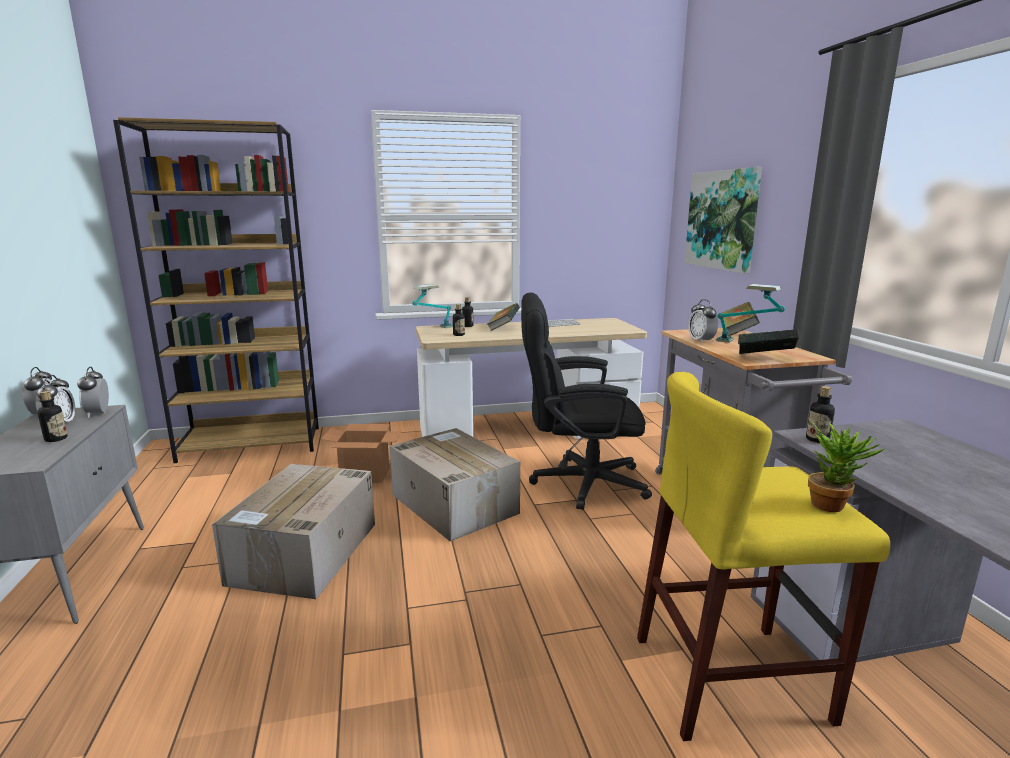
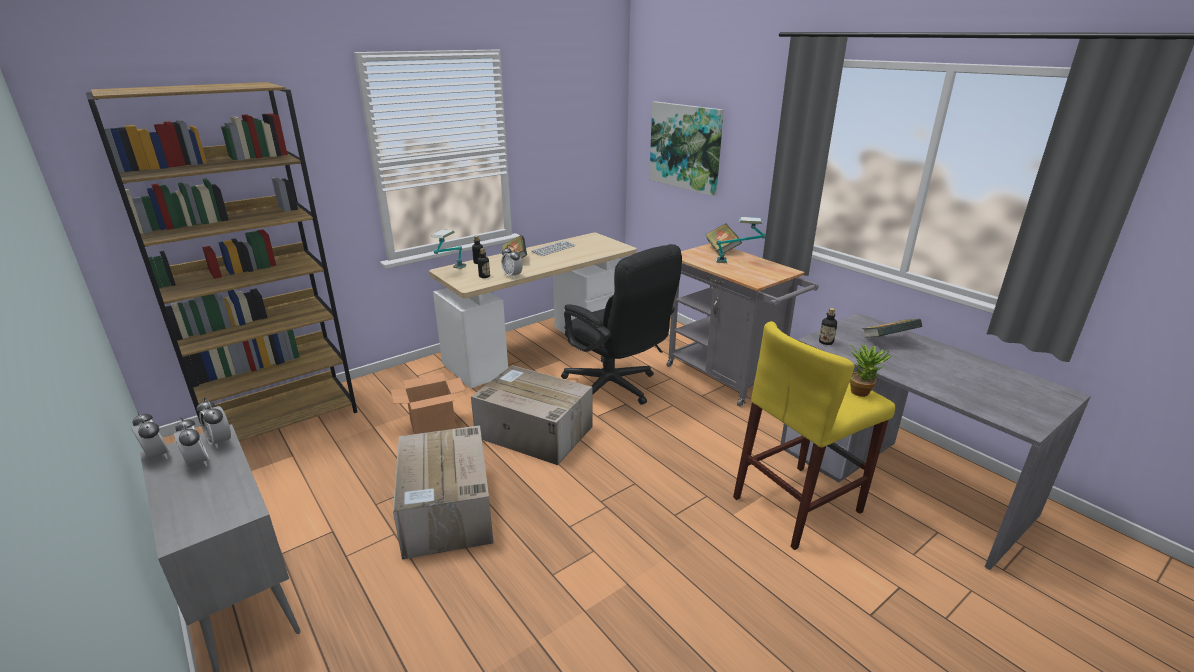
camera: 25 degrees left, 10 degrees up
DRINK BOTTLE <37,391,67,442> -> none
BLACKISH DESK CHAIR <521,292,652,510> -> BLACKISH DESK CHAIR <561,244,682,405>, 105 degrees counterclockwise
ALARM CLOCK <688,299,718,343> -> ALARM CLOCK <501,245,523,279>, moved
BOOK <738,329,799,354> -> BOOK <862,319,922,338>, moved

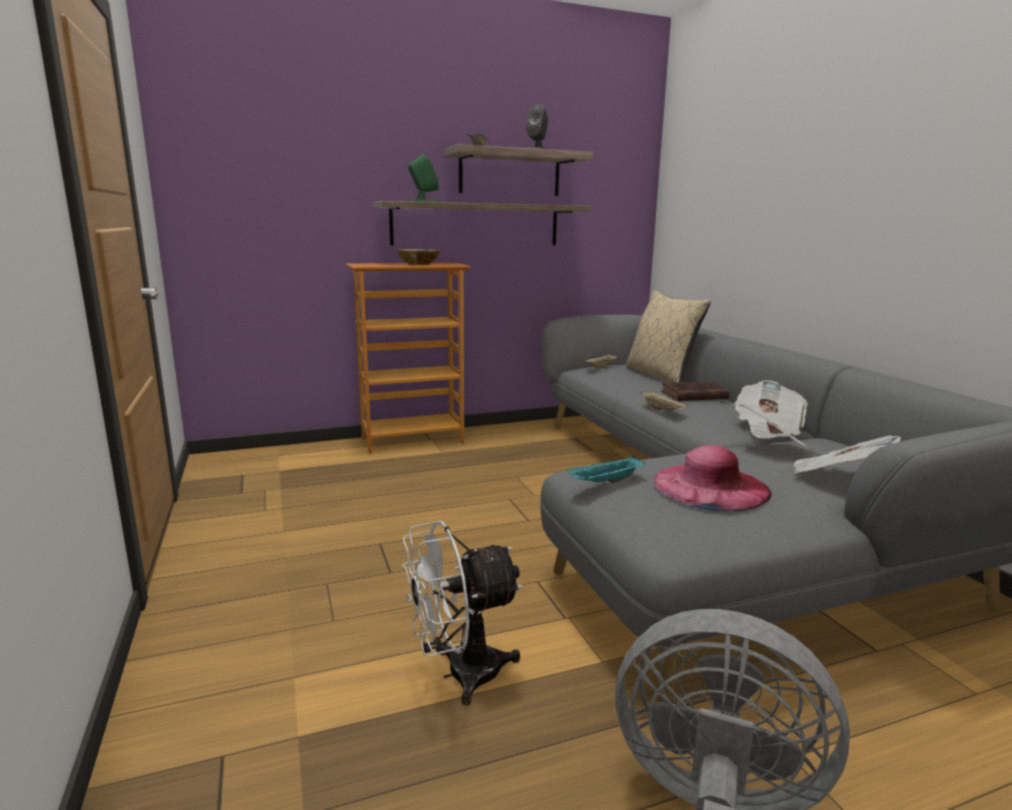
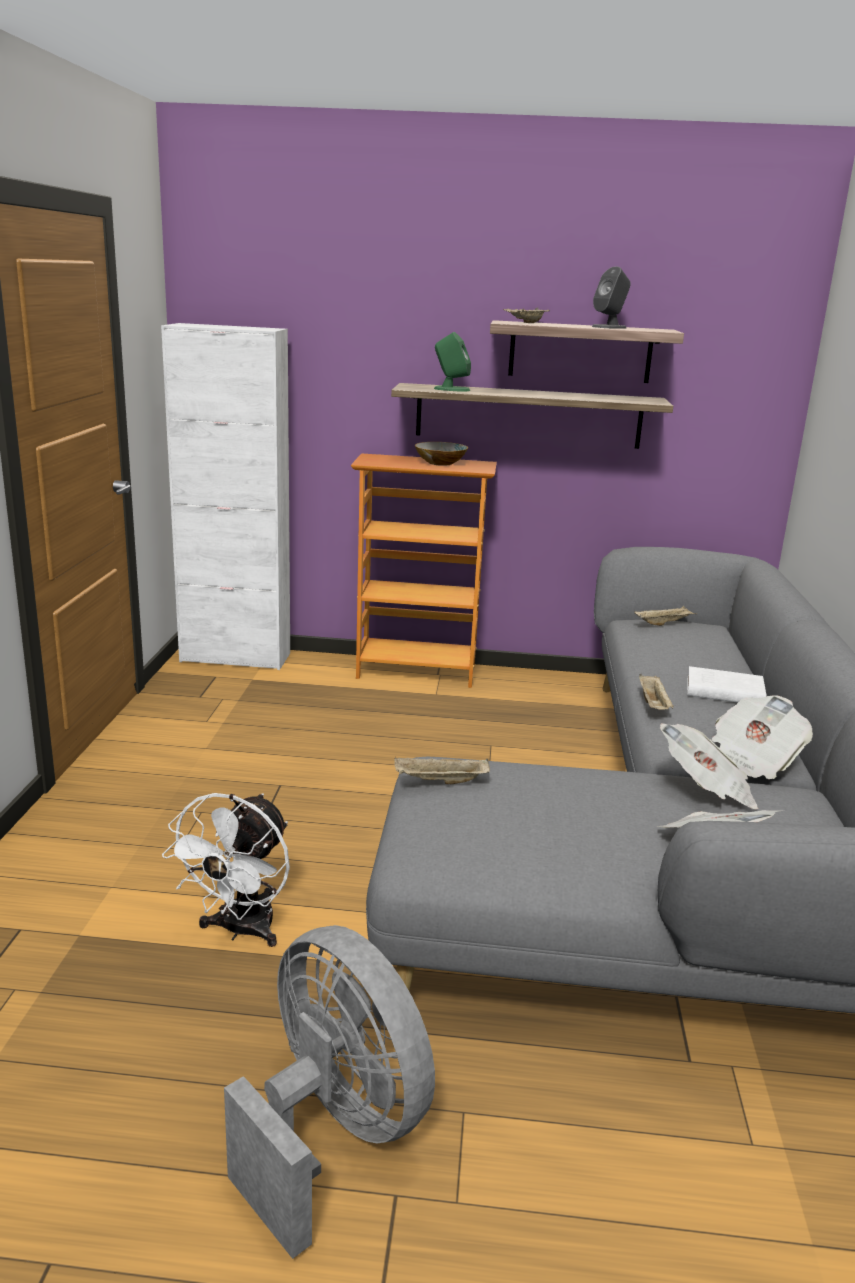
camera: 25 degrees right, 5 degrees up
WHITE COOLING FAN <402,521,523,705> -> WHITE COOLING FAN <162,793,290,947>, 75 degrees counterclockwise
TURQUOISE-COLOURED CARRYING TRAY <566,455,645,483> -> BEIGE CARRYING TRAY <394,757,490,784>
BEIGE CUSHION <626,290,711,383> -> none
PINK-COLOURED HAT <653,445,772,511> -> none
BROWN-COLOURED BOOK <661,381,729,401> -> WHITE BOOK <687,666,767,703>
none -> WHITE CUPBOARD <161,323,290,670>

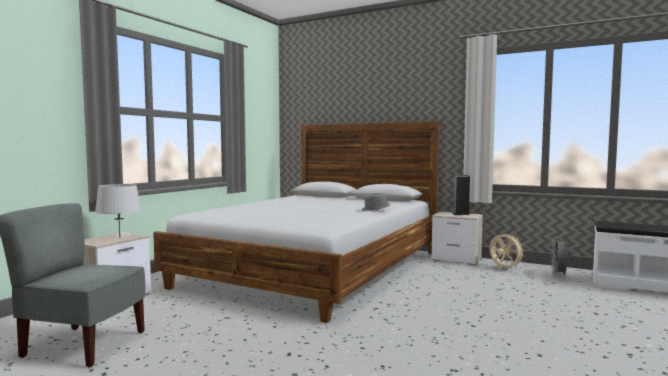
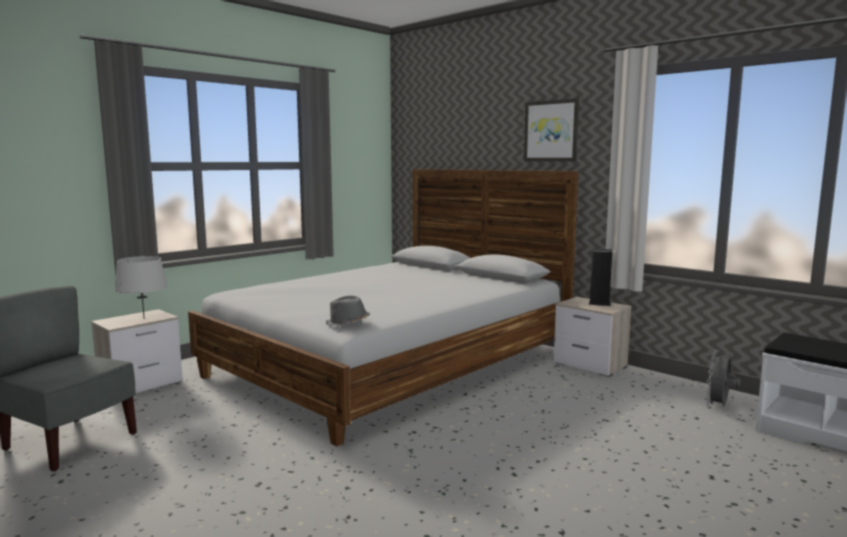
camera: 15 degrees right, 5 degrees up
GREYISH HAT <361,193,390,211> -> GREYISH HAT <326,296,370,326>, moved
BEIGE COOLING FAN <490,231,526,269> -> none
none -> PICTURE <524,98,579,161>

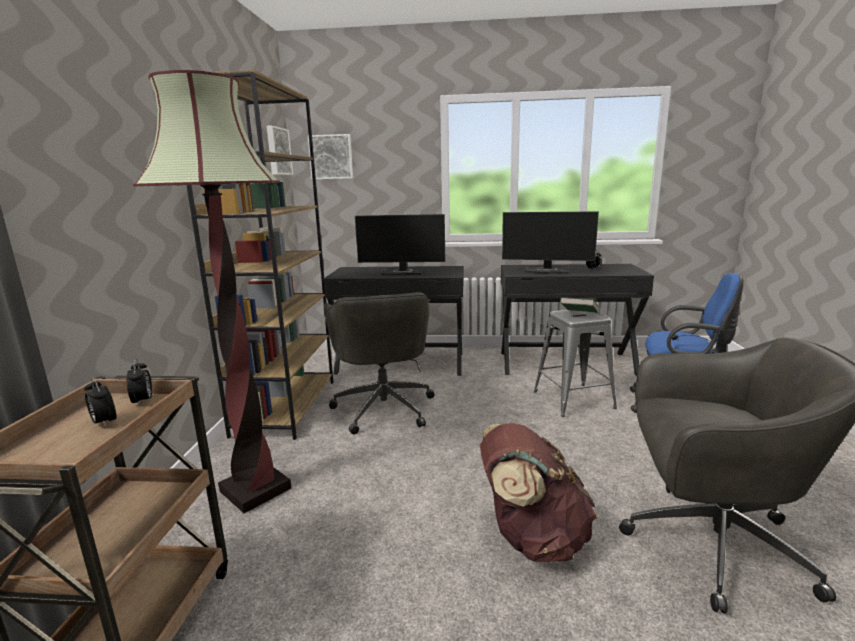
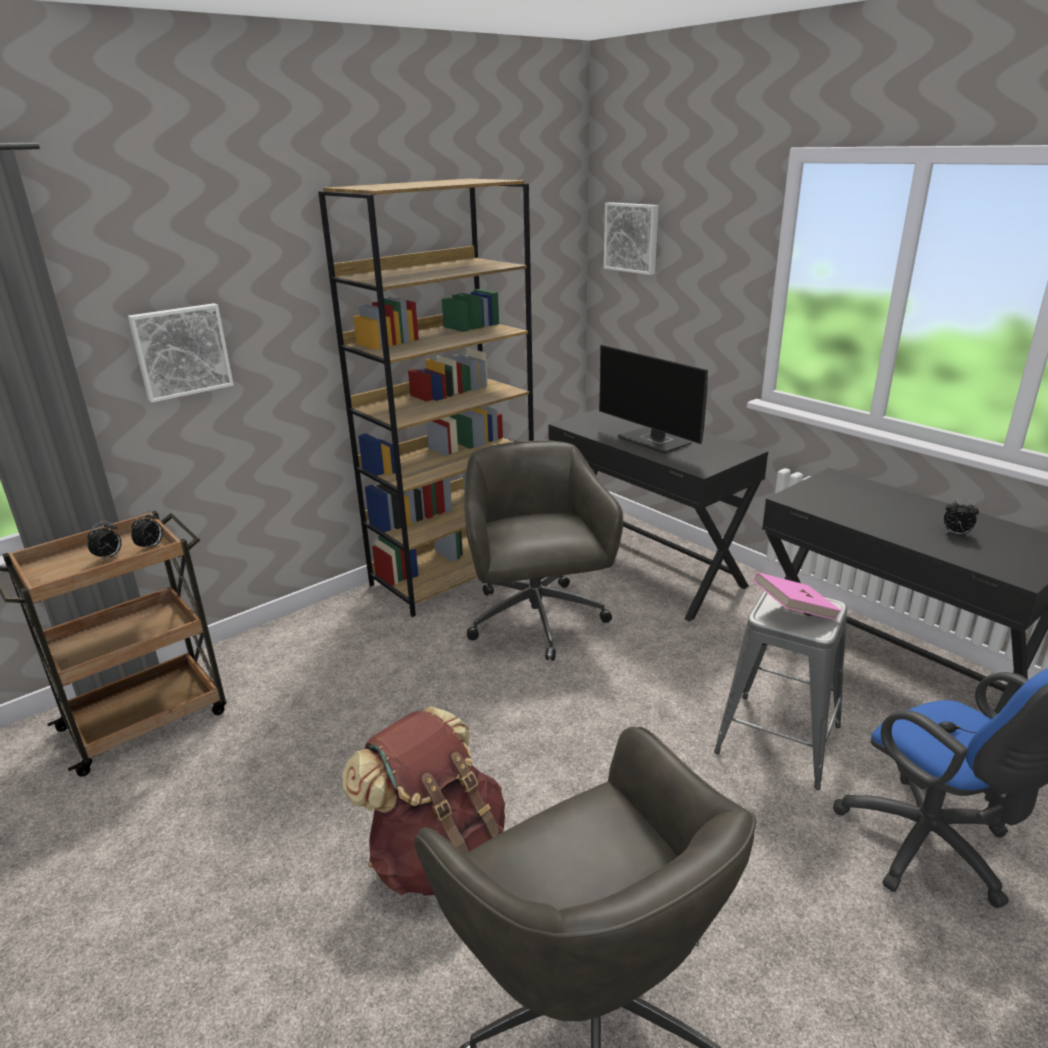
camera: 45 degrees right, 10 degrees up
ALARM CLOCK <84,377,116,427> -> ALARM CLOCK <87,521,122,562>, 150 degrees counterclockwise
FLOOR LAMP <133,70,291,513> -> none
PICTURE <267,125,293,175> -> PICTURE <128,303,234,402>, moved
GREYISH DESK CHAIR <323,292,435,434> -> GREYISH DESK CHAIR <464,440,623,661>, 135 degrees clockwise
MONITOR <502,211,599,274> -> none
GREENISH BOOK <560,297,598,313> -> PINK-COLOURED BOOK <754,572,842,620>

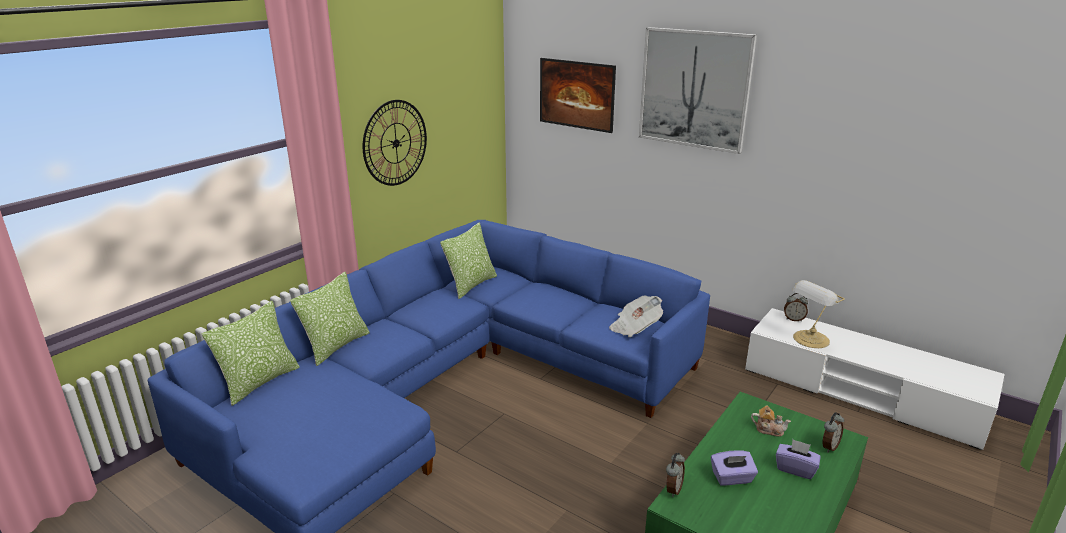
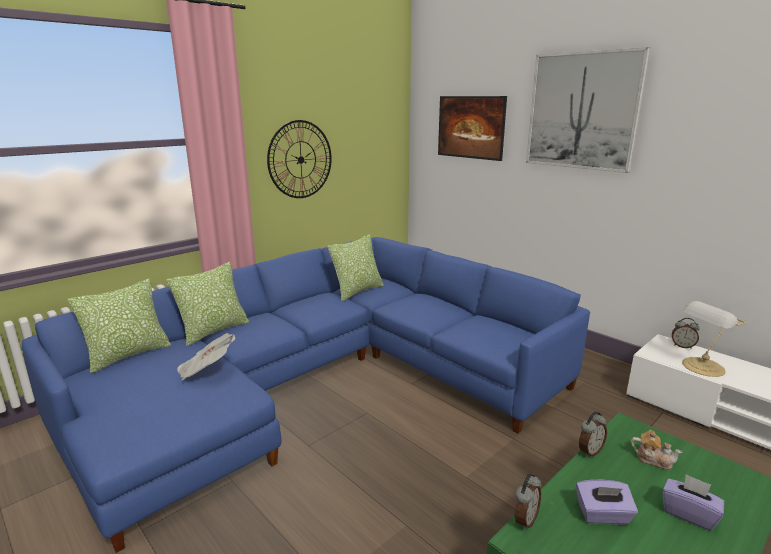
camera: 10 degrees right, 5 degrees down
NEWSPAPER <609,295,663,337> -> NEWSPAPER <177,333,235,380>, moved
ALARM CLOCK <823,412,844,452> -> ALARM CLOCK <579,411,607,457>, moved

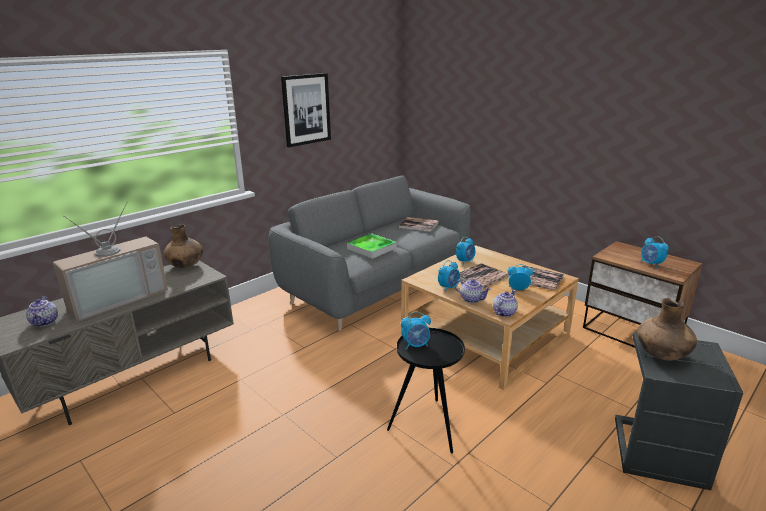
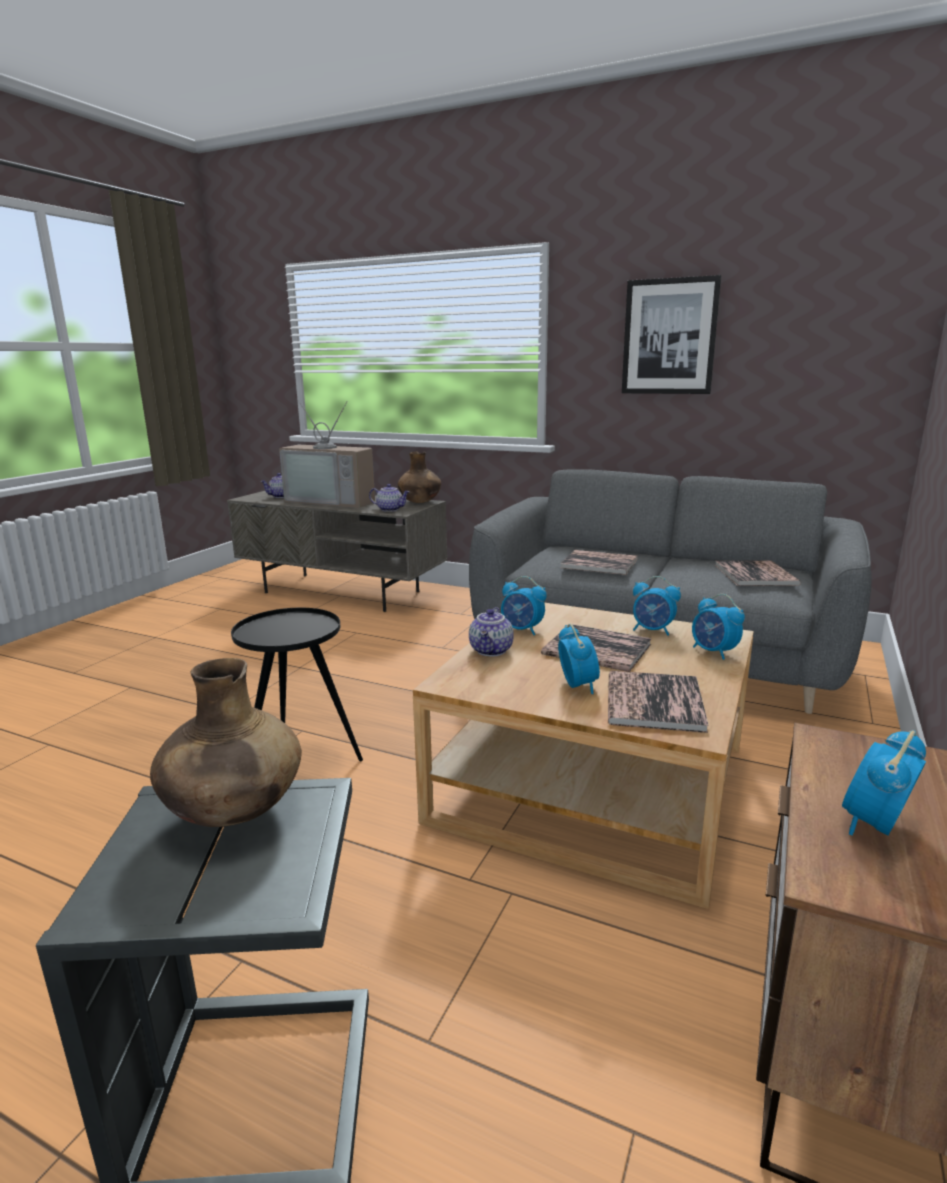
camera: 70 degrees right, 5 degrees down
CARRYING TRAY <347,233,397,259> -> BOOK <560,550,638,575>
ALARM CLOCK <401,311,431,350> -> ALARM CLOCK <692,594,745,660>, moved
TEAPOT <493,290,518,317> -> TEAPOT <369,484,409,512>, moved

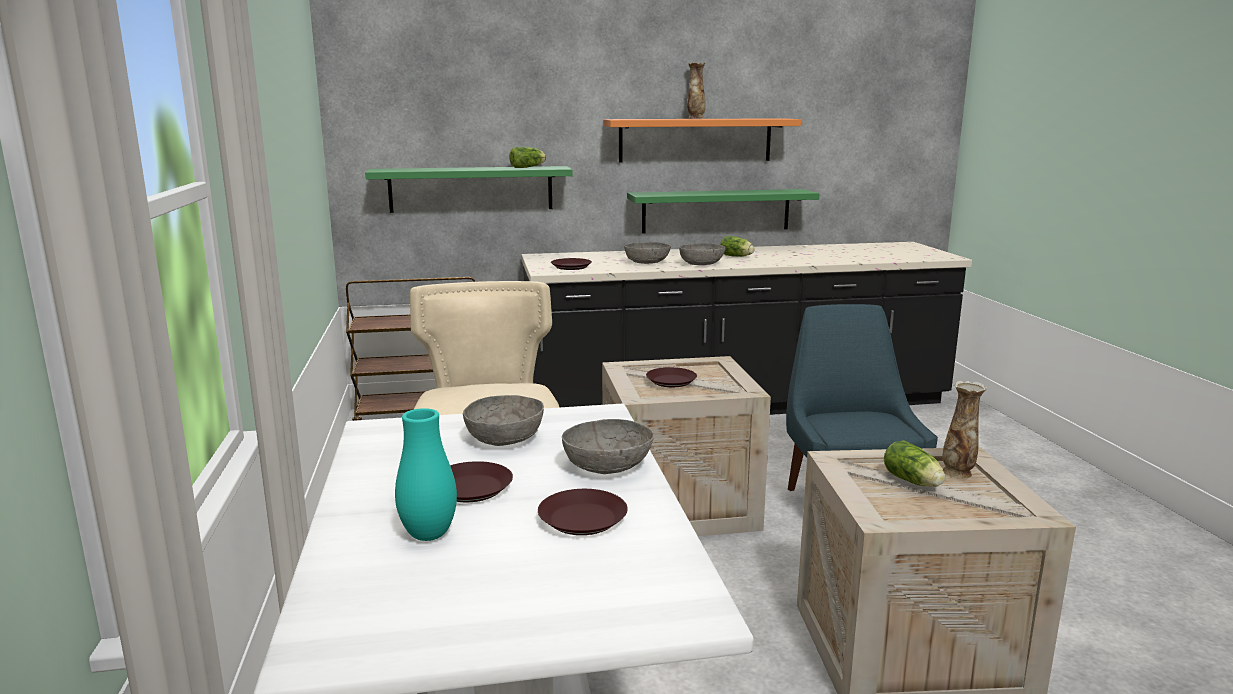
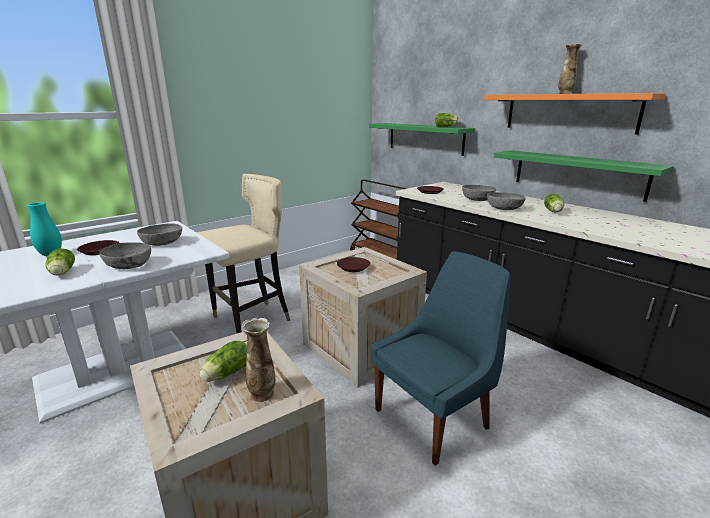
camera: 60 degrees right, 5 degrees up
BROWN-COLOURED PLATE <538,489,628,535> -> LETTUCE HEAD <46,248,75,275>

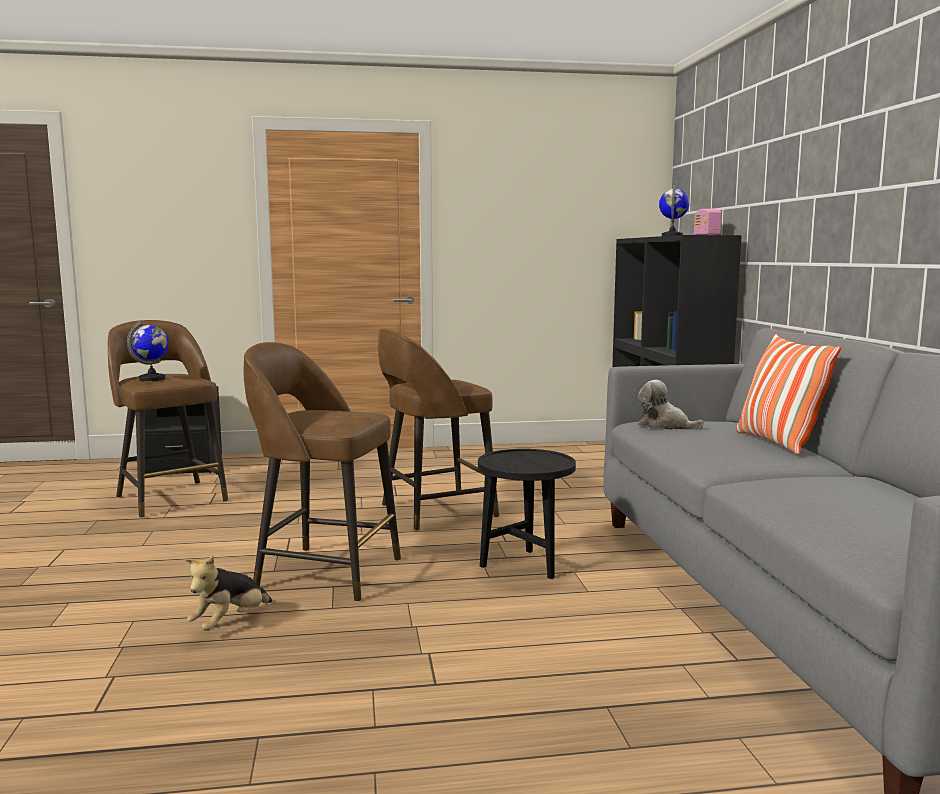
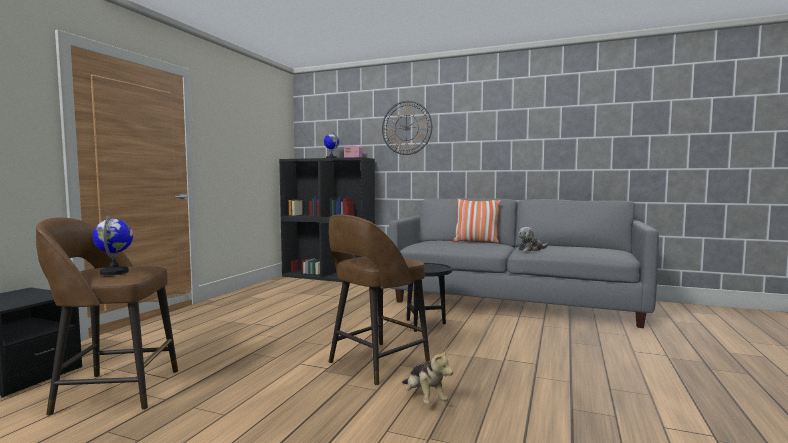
camera: 60 degrees left, 5 degrees down
BROWN-COLOURED STOOL SEAT <378,328,499,531> -> none
SOFT TOY <638,380,704,430> -> SOFT TOY <518,227,548,251>, moved
none -> CLOCK ON THE WALL <382,101,433,155>

